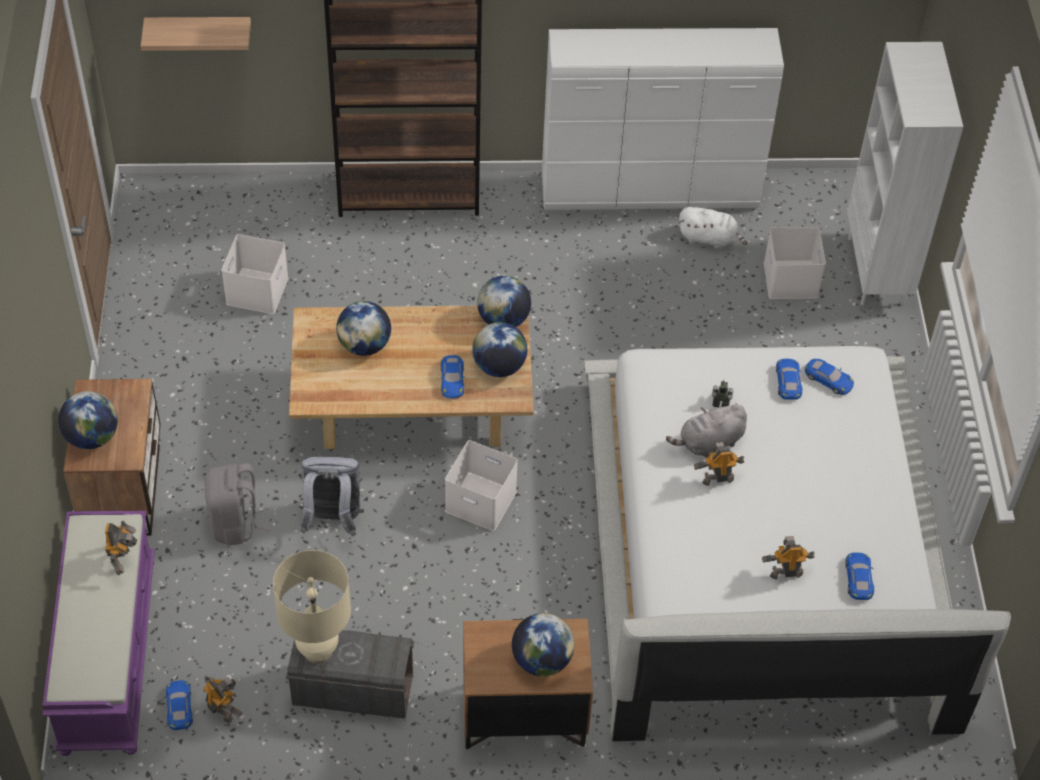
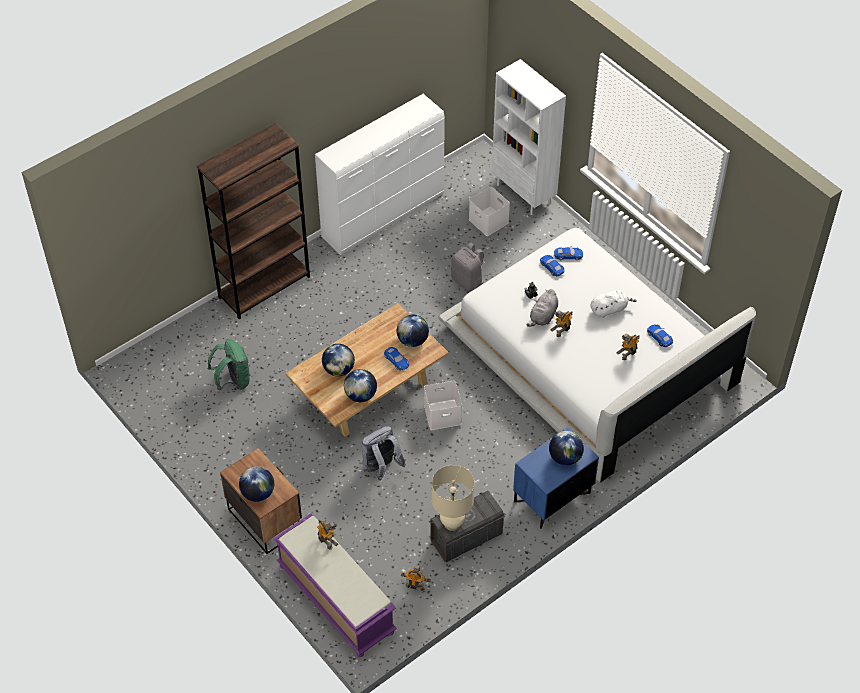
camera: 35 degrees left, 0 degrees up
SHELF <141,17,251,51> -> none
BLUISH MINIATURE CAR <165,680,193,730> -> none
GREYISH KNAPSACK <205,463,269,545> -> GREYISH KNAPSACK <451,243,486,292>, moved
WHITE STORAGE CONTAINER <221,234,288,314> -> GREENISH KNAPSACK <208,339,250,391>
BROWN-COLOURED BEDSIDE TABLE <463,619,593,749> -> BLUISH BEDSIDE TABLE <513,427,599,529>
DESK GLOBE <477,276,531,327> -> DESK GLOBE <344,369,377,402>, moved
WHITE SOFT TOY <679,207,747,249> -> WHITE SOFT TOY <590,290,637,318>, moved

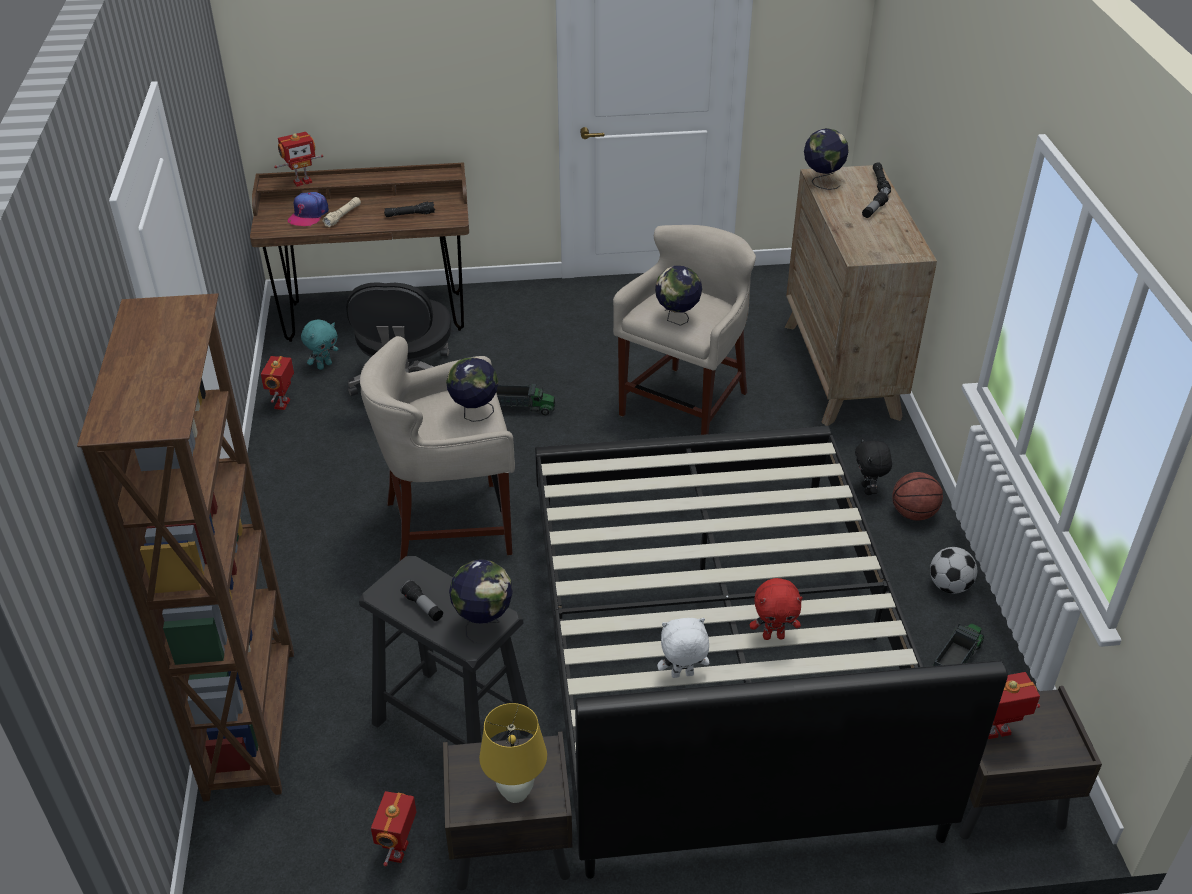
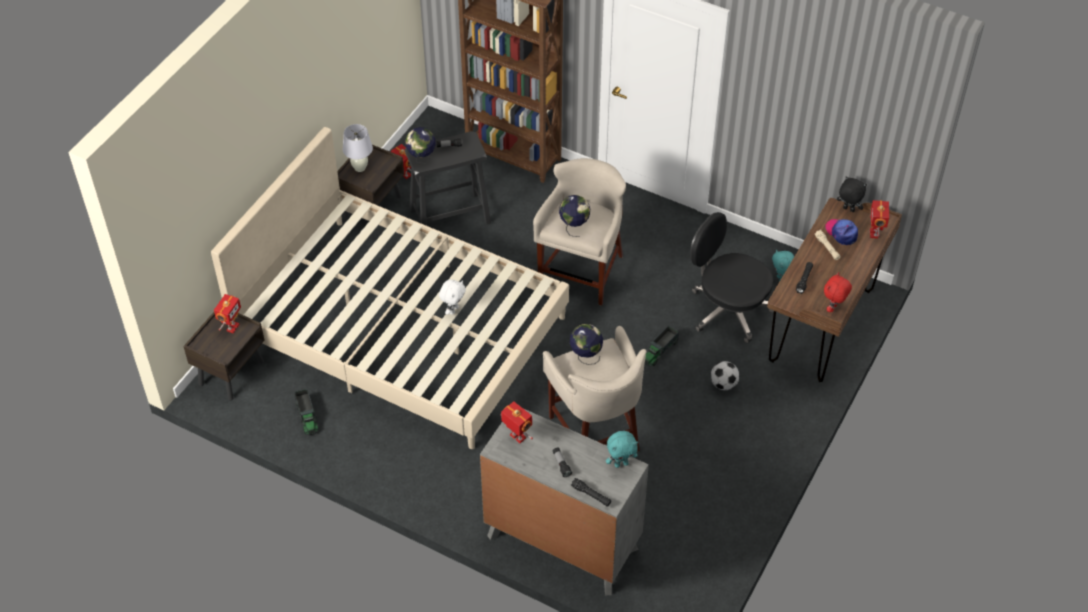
camera: 125 degrees right, 10 degrees up
TOY ROBOT <261,356,294,410> -> TOY ROBOT <501,401,533,443>, moved
YELLOWISH TABLE LAMP <479,703,547,803> -> WHITE TABLE LAMP <343,124,373,172>
BLACKISH SLEEPING BED <535,426,1008,879> -> BEIGE SLEEPING BED <211,127,569,449>
WHITE SOFT TOY <657,618,709,678> -> WHITE SOFT TOY <439,280,466,315>, moved
RED-COLOURED SOFT TOY <750,578,803,640> -> RED-COLOURED SOFT TOY <824,272,852,312>, moved
BROWN-COLOURED CHEST OF DRAWERS <785,165,937,426> -> GREYISH CHEST OF DRAWERS <480,409,649,595>
DESK GLOBE <804,128,849,190> -> TURQUOISE-COLOURED SOFT TOY <606,431,638,468>
BLACKISH SOFT TOY <855,438,892,495> -> BLACKISH SOFT TOY <837,176,867,212>, moved
BALL FOR BASKETBALL <892,472,943,520> -> none
FOOTBALL BALL <930,547,977,594> -> FOOTBALL BALL <711,361,740,390>, moved

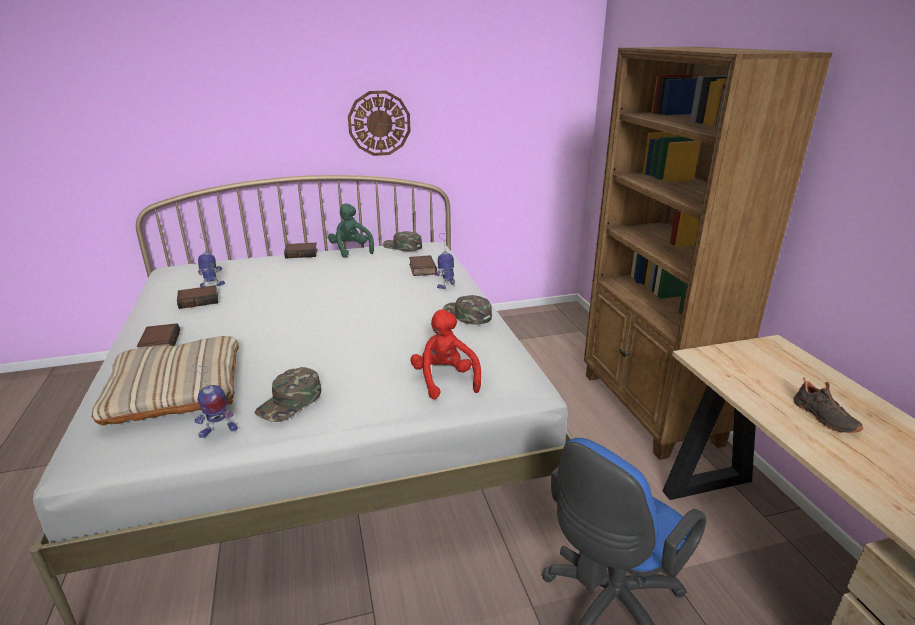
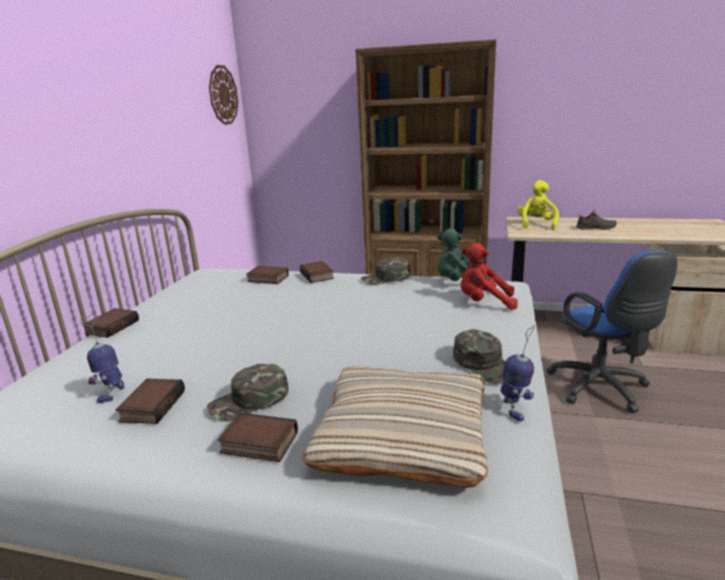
camera: 60 degrees left, 5 degrees down
GREENISH SOFT TOY <328,203,374,258> -> GREENISH SOFT TOY <437,228,490,281>, moved
CLOCK ON THE WALL <348,91,411,156> -> CLOCK ON THE WALL <209,65,238,125>, moved
GREENISH BASEBALL CAP <383,231,422,251> -> GREENISH BASEBALL CAP <207,364,289,421>, moved
TOY ROBOT <435,233,455,289> -> BOOK <300,261,334,283>
none -> YELLOWISH SOFT TOY <517,180,559,230>

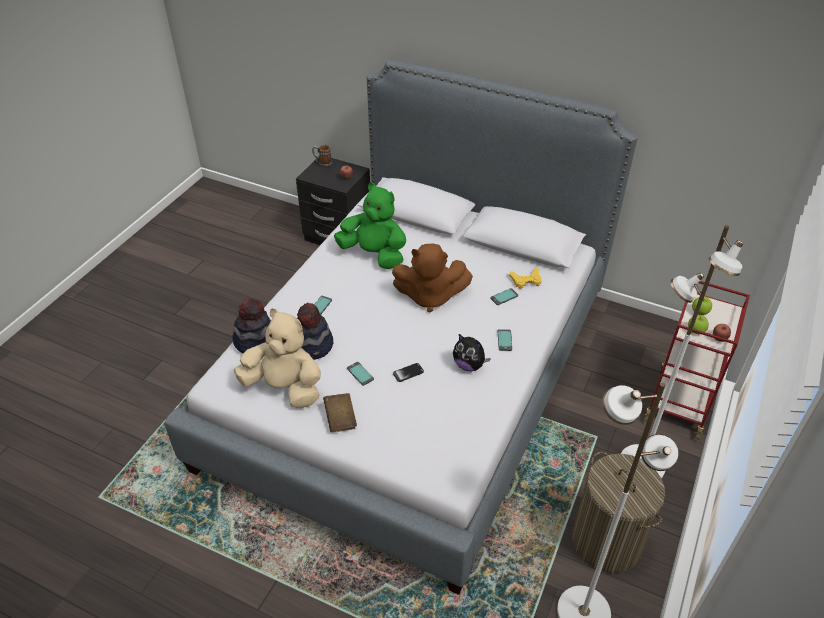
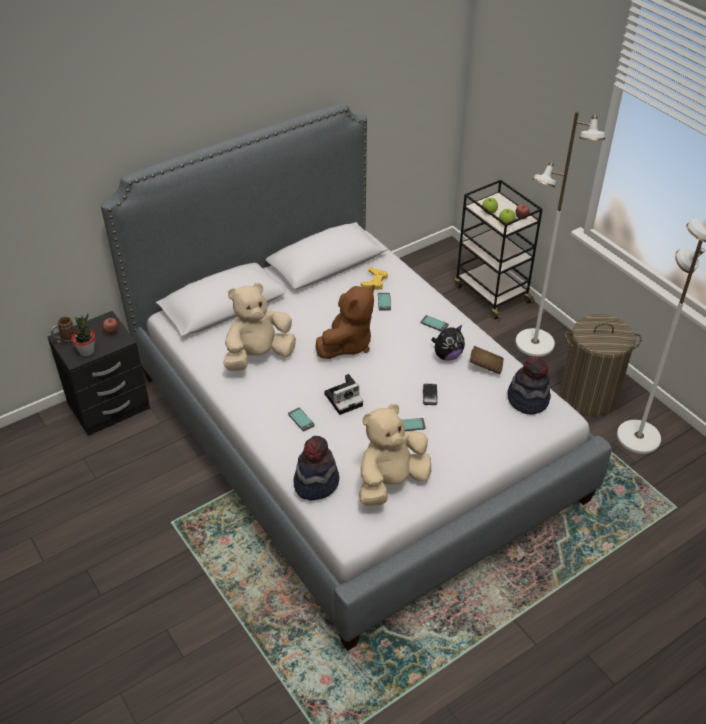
camera: 60 degrees left, 0 degrees up
HAT <297,303,333,360> -> HAT <507,356,551,415>, moved
BROWN-COLOURED BOOK <323,393,357,432> -> BROWN-COLOURED BOOK <469,346,504,375>, moved
GREENISH SOFT TOY <334,183,406,269> -> BEIGE SOFT TOY <223,283,296,371>
RED-COLOURED WHEELED CART <644,281,750,440> -> BLACKISH WHEELED CART <454,180,543,320>
none -> HOUSEPLANT <71,314,95,356>
none -> STILL CAMERA <324,374,363,415>

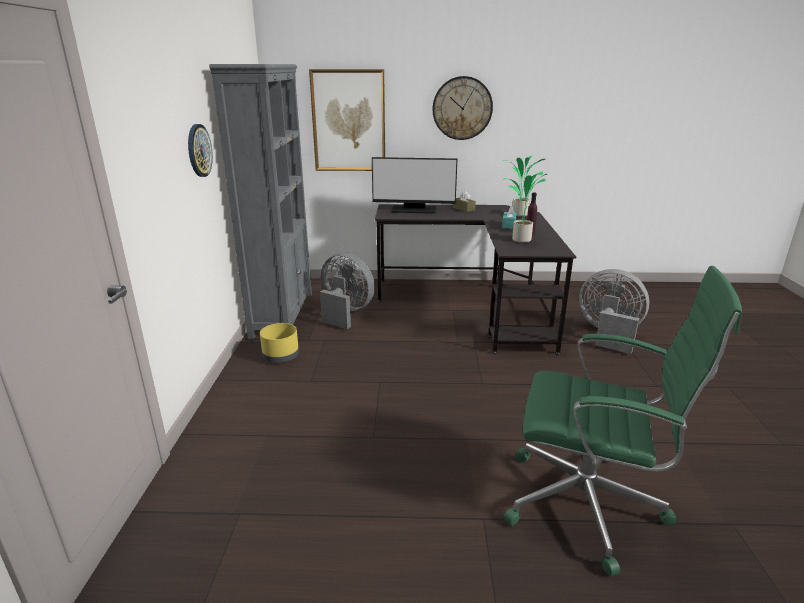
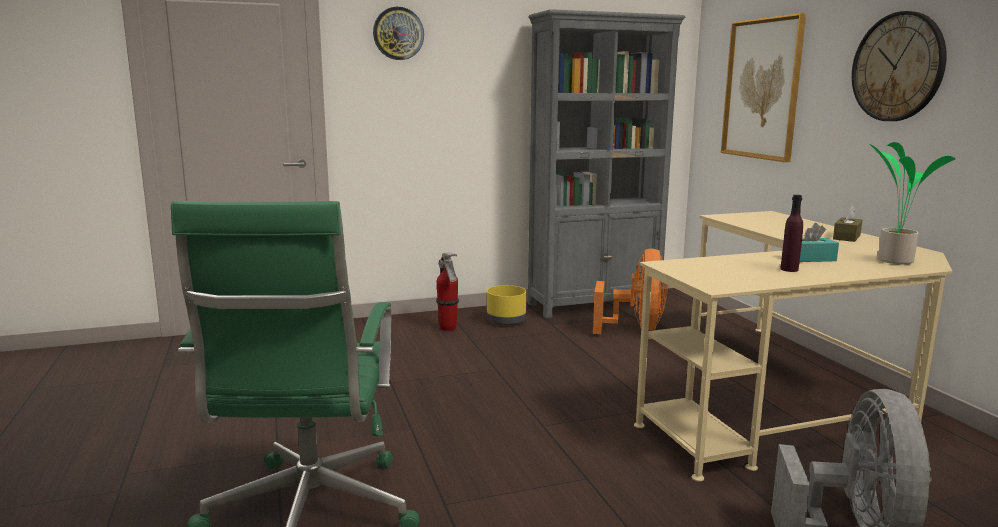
camera: 70 degrees right, 10 degrees down
CLOCK ON THE WALL <188,124,213,177> -> CLOCK ON THE WALL <373,7,424,60>, moved
GREYISH COOLING FAN <320,252,375,329> -> ORANGE-COLOURED COOLING FAN <593,249,668,334>
MONITOR <372,157,457,214> -> none
BLACKISH DESK <375,204,576,355> -> BEIGE DESK <634,211,952,482>
HOUSEPLANT <504,172,547,243> -> none
none -> FIRE EXTINGUISHER <436,252,459,331>

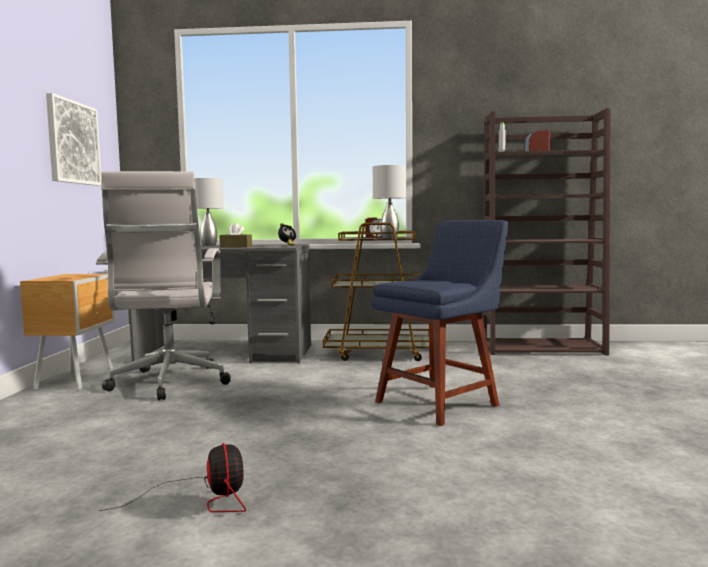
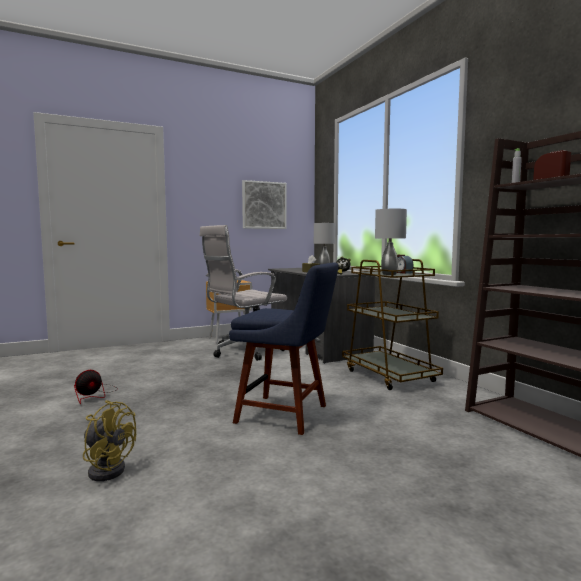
camera: 60 degrees right, 0 degrees up
none -> YELLOWISH COOLING FAN <83,400,136,481>

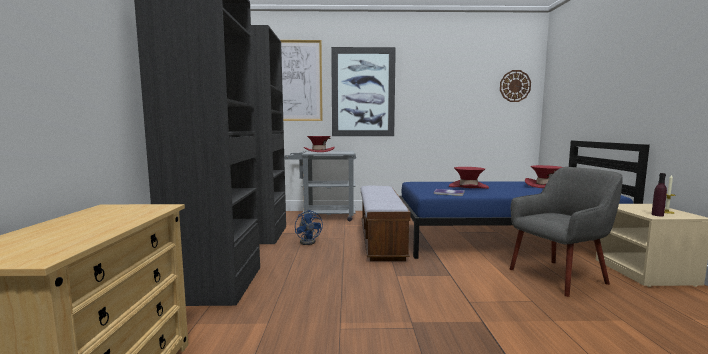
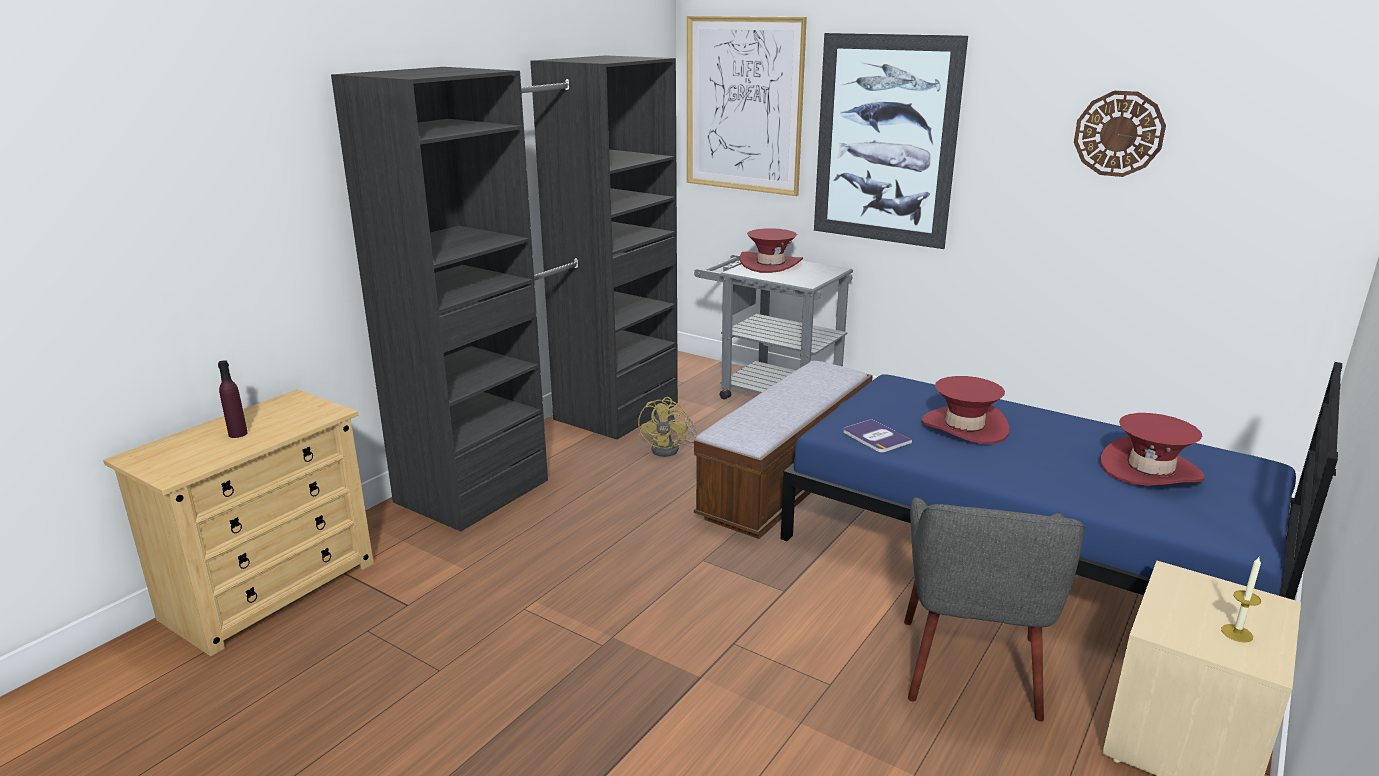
camera: 35 degrees right, 15 degrees up
BLUISH COOLING FAN <295,210,323,245> -> YELLOWISH COOLING FAN <638,397,697,457>
CLOCK ON THE WALL <500,70,531,102> -> CLOCK ON THE WALL <1074,91,1166,177>, moved
GREYISH LOUNGE CHAIR <510,167,623,297> -> GREYISH LOUNGE CHAIR <904,498,1085,722>, 90 degrees clockwise
PURPLE DRINK BOTTLE <651,173,667,216> -> PURPLE DRINK BOTTLE <218,360,248,438>, moved

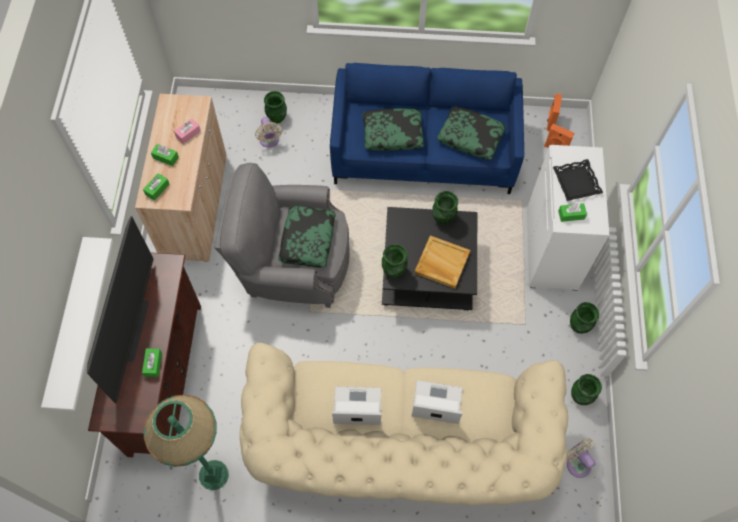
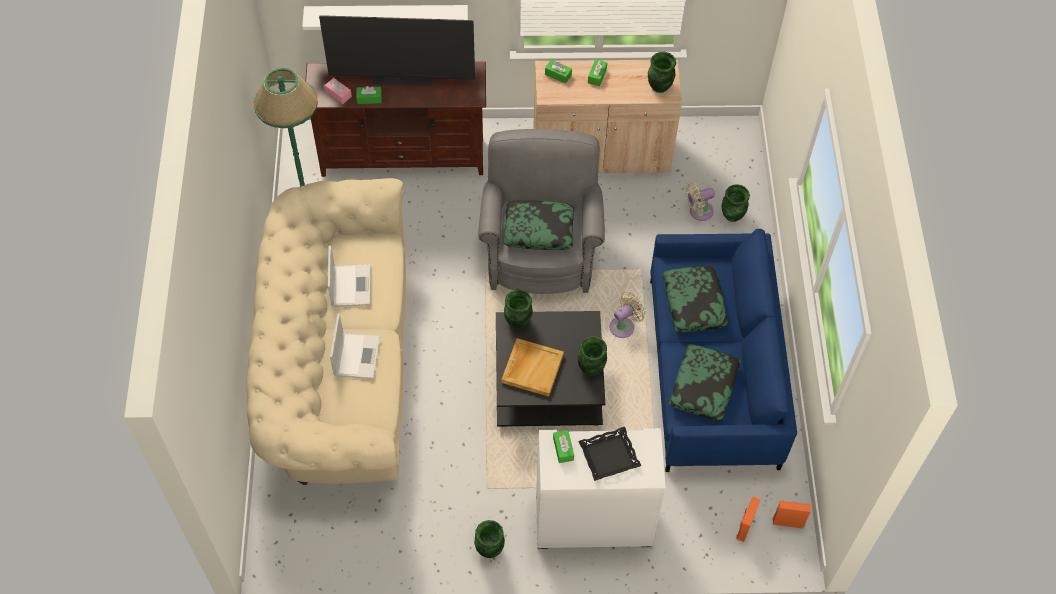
camera: 85 degrees right, 5 degrees down
PINK-COLOURED TISSUE HOLDER <174,119,201,144> -> PINK-COLOURED TISSUE HOLDER <325,78,352,104>, moved
BEIGE COOLING FAN <566,438,596,478> -> BEIGE COOLING FAN <610,292,645,338>, moved
GREENISH DECORATIVE VASE <571,374,602,405> -> GREENISH DECORATIVE VASE <648,52,676,93>, moved

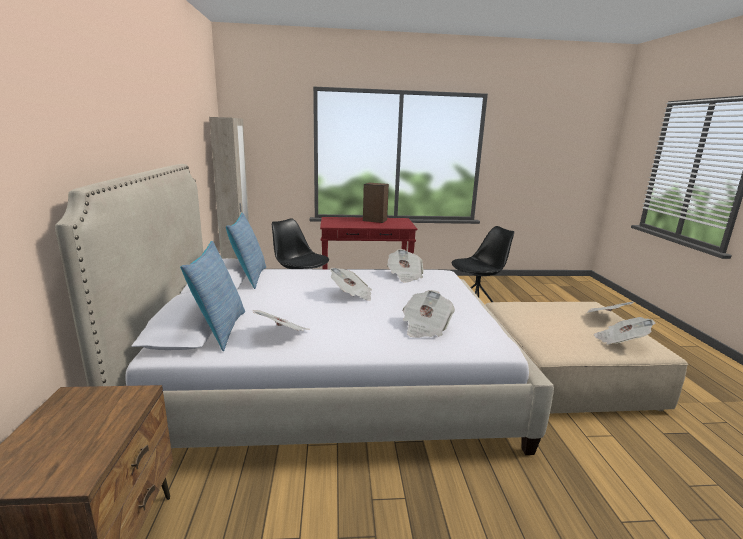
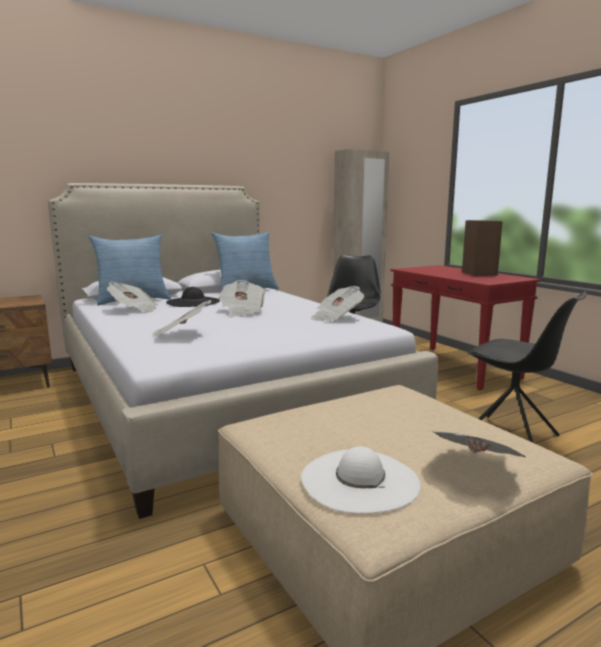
camera: 65 degrees right, 5 degrees down
NEWSPAPER <594,317,656,345> -> WHITE HAT <301,446,421,514>
none -> BLACKISH HAT <166,287,220,307>

